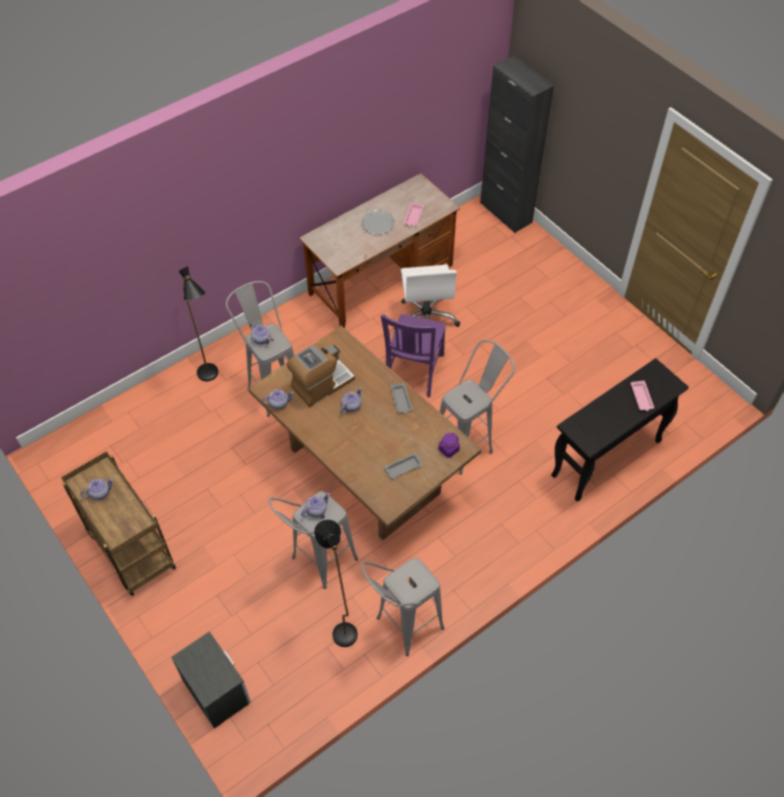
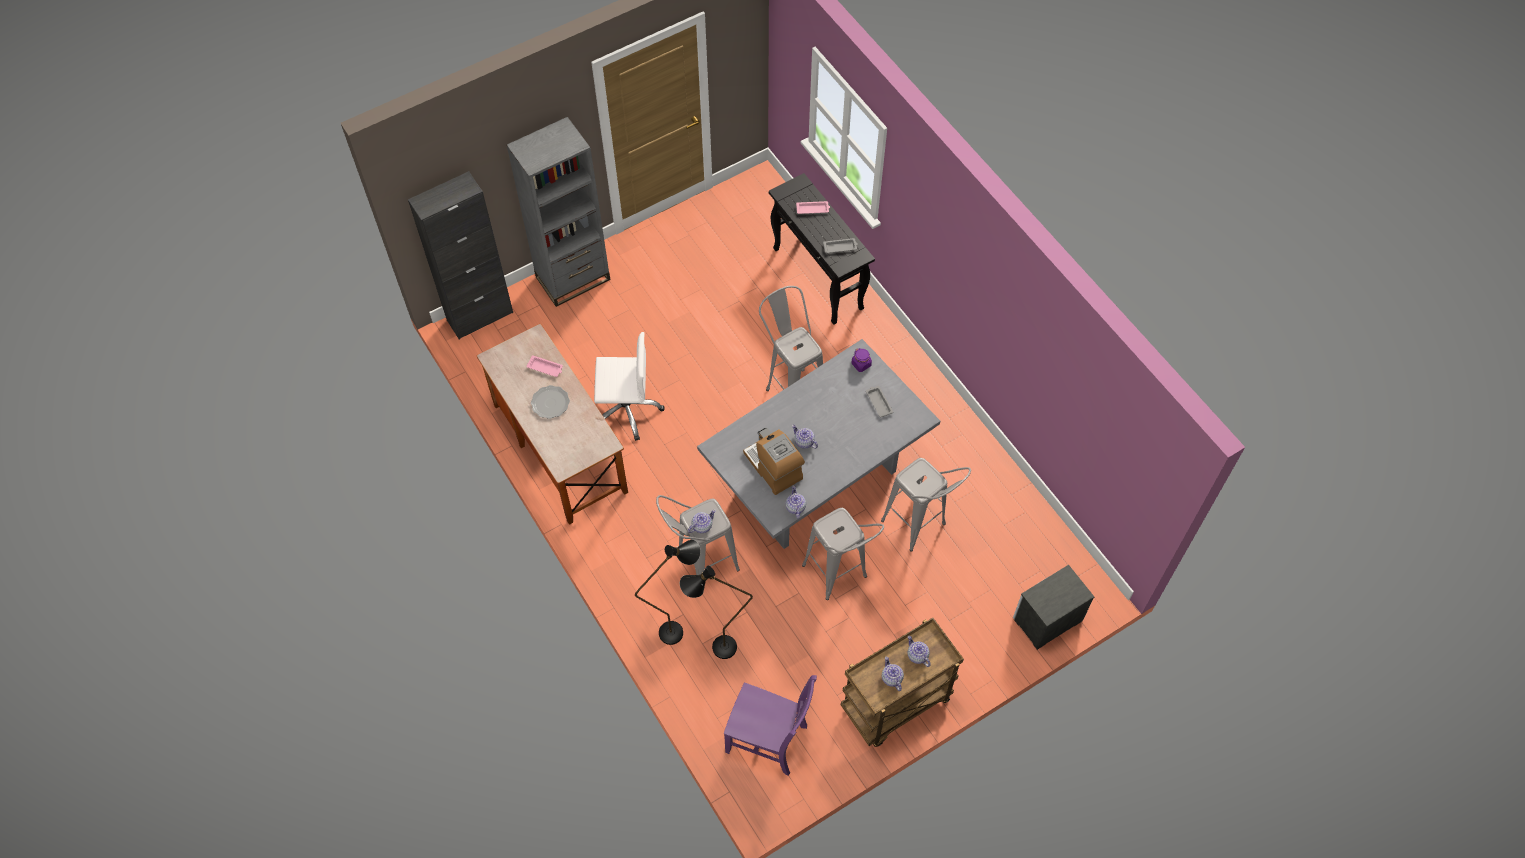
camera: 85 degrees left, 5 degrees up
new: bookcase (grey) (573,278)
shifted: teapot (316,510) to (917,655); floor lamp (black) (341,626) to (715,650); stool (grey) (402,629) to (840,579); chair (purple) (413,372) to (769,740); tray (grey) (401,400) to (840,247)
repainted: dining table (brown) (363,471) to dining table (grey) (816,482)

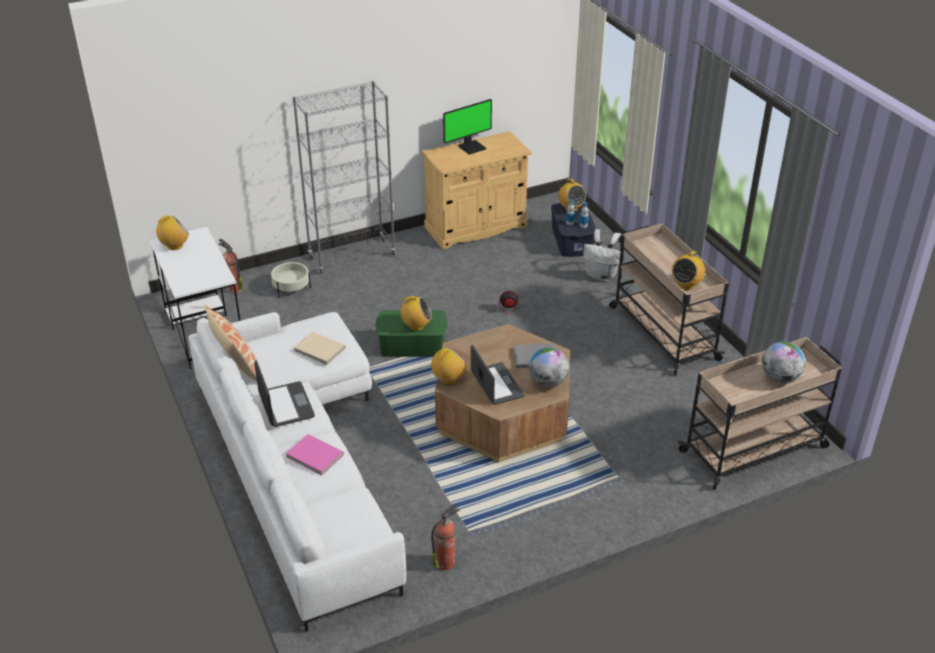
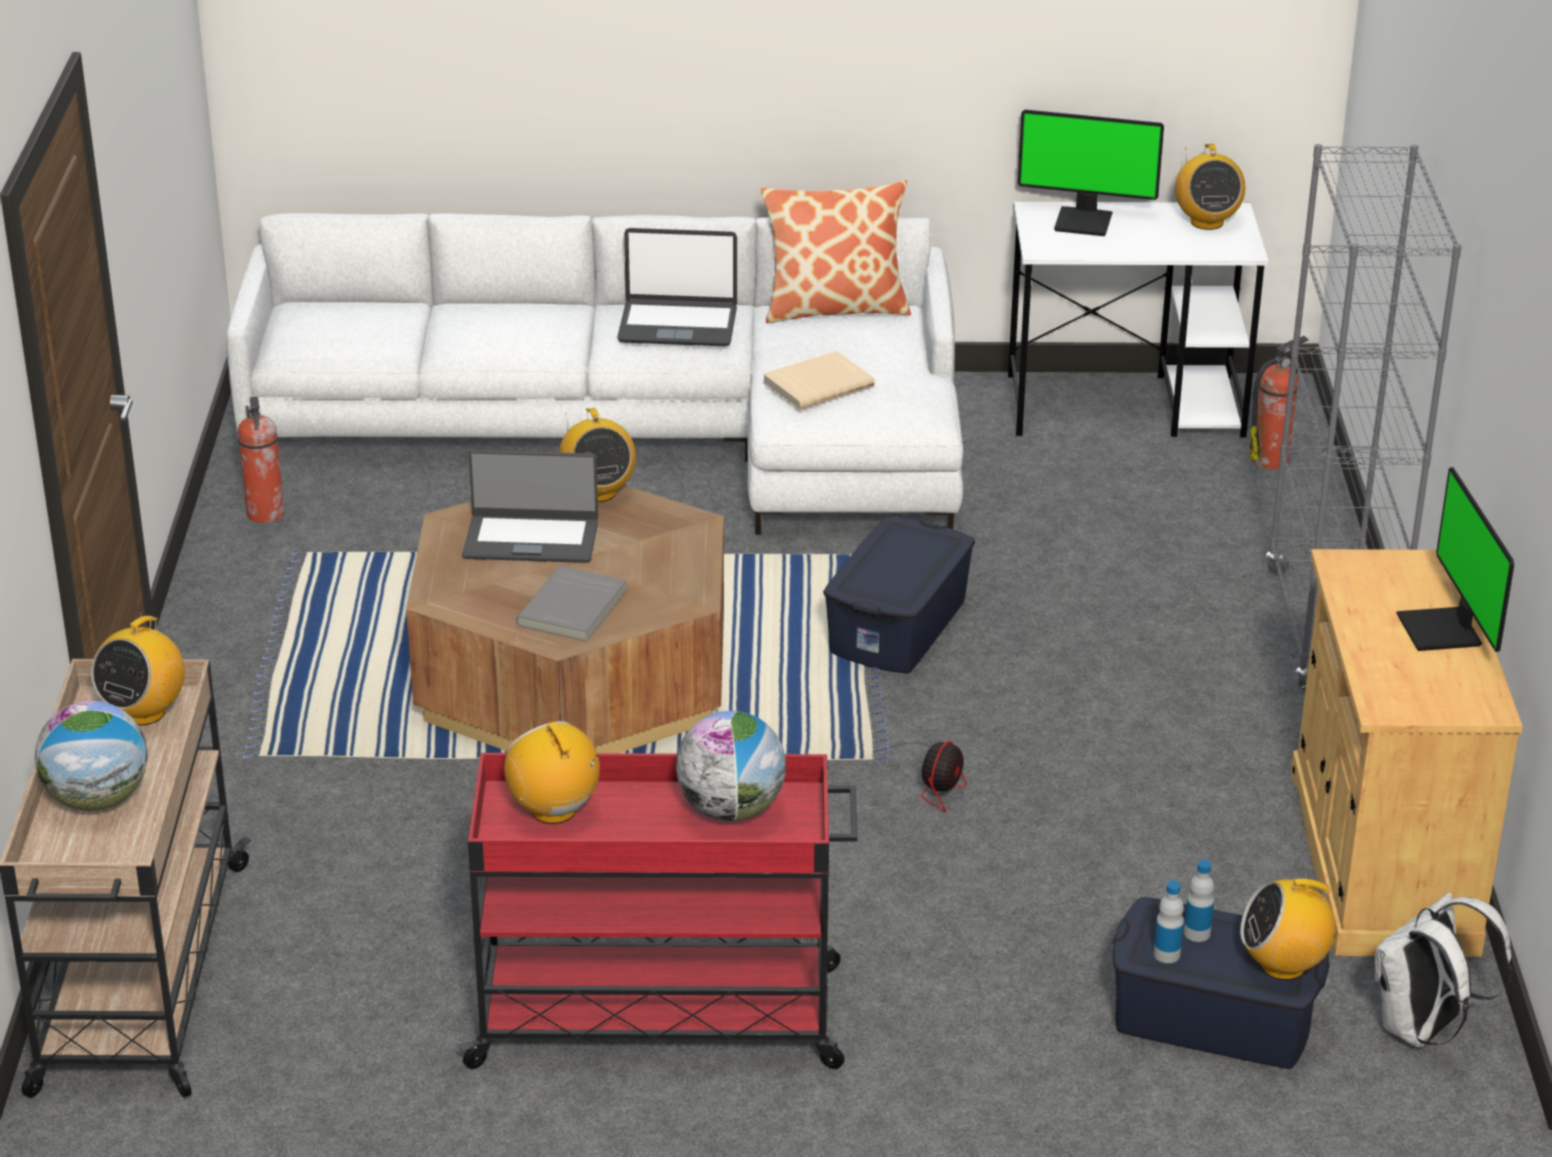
camera: 115 degrees right, 5 degrees down
gone: planter (beige) (291,287); book (pink) (314,456)
new: monitor (1084,221)
shifted: radio (416,326) to (144,712); globe (547,382) to (731,809); backpack (white) (602,276) to (1423,1030)
repainted: storage box (green) (412,345) to storage box (blue) (899,626); cart (beige) (662,332) to cart (red) (661,1017)

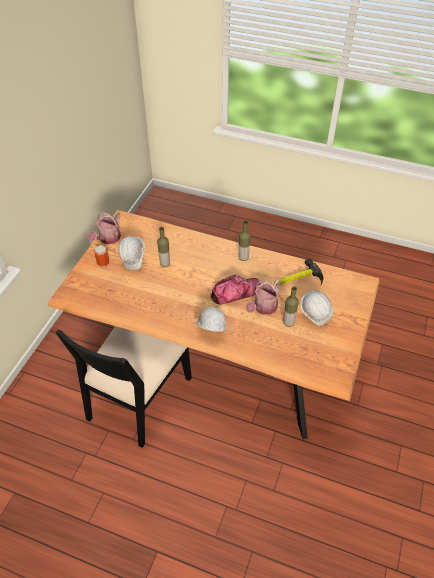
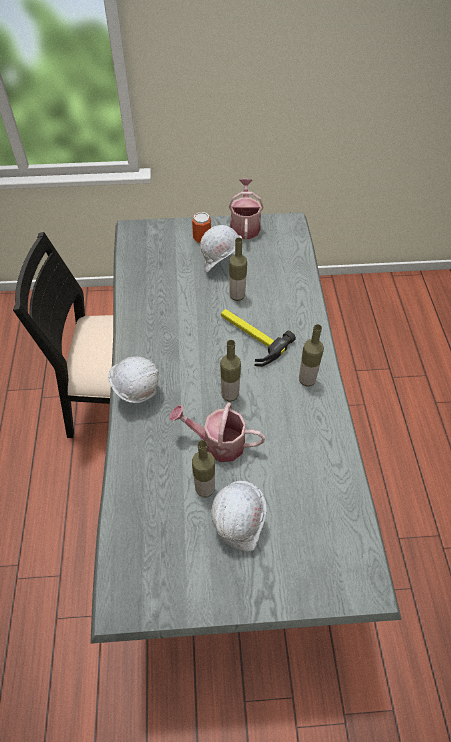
camera: 65 degrees right, 5 degrees up
shifted: hammer (297,280) to (249,337)
swapped: cap (235,292) to bottle (230,395)
repainted: dining table (brown) (216,361) to dining table (grey) (225,465)
rotated: watering can (108,239) = (245,226) 90 degrees clockwise

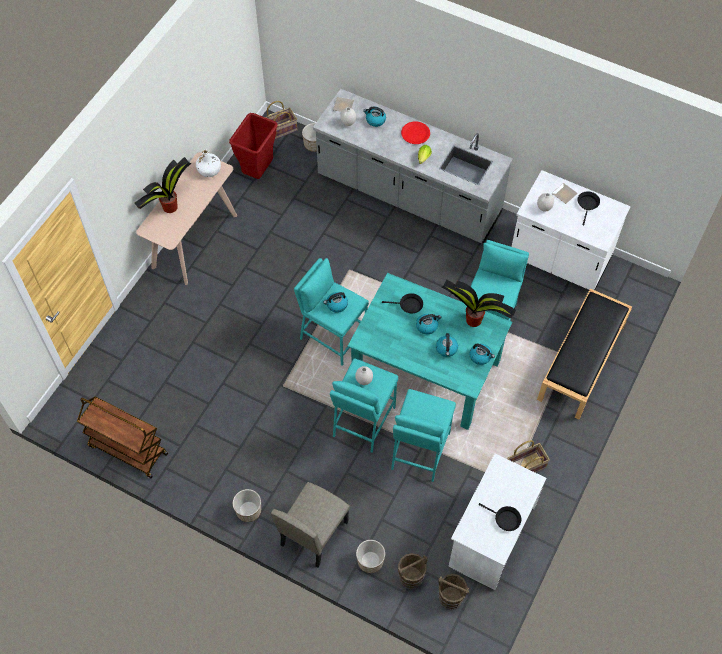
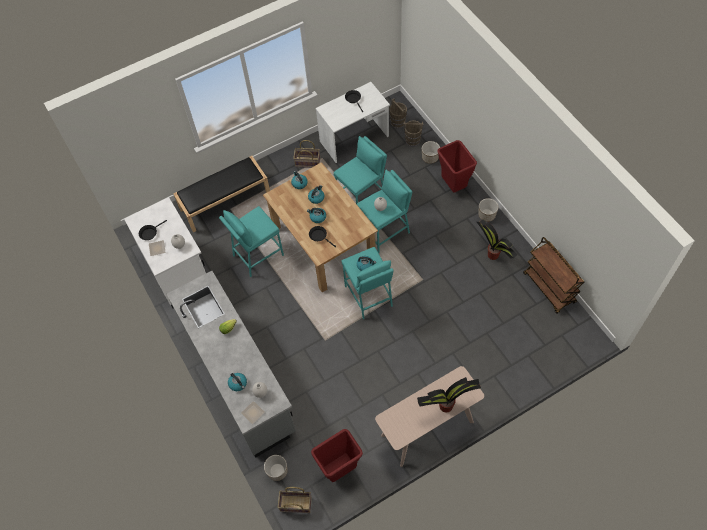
camera: 145 degrees left, 0 degrees up
gone: bottle (white) (209,170); plate (red) (415,133)
shifted: potted plant (474,320) to (492,254)
swapped: chair (beige) (313,533) to trash can (red) (454,186)
repainted: dining table (turquoise) (427,370) to dining table (brown) (322,243)

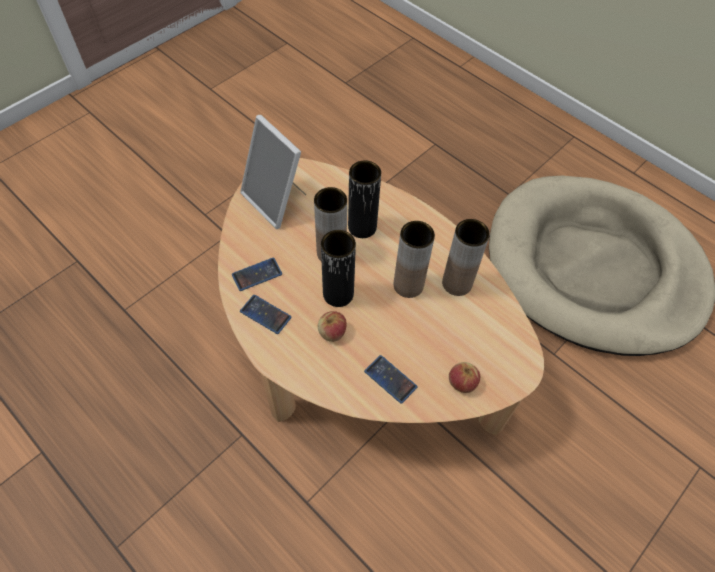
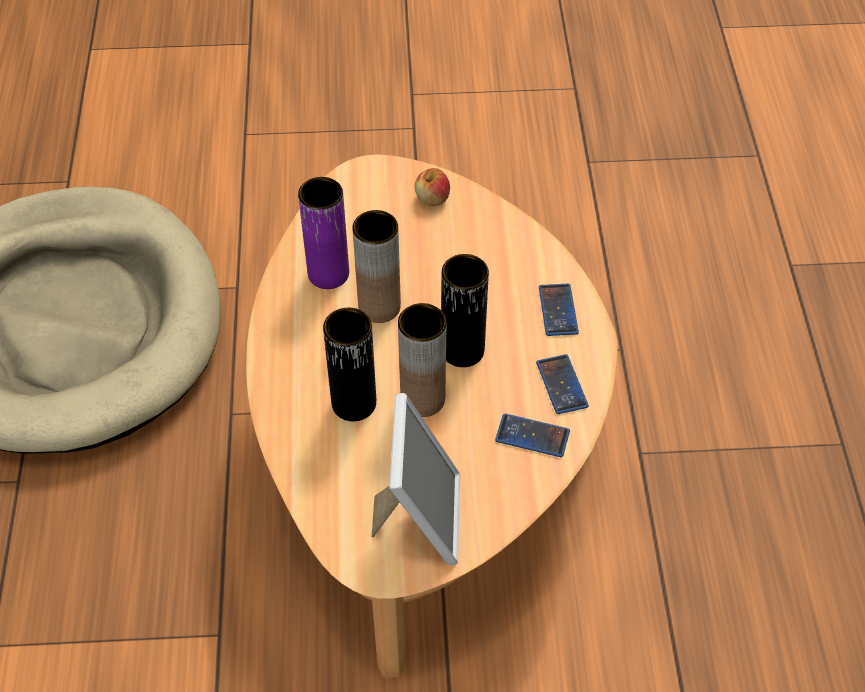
camera: 135 degrees left, 5 degrees down
gone: apple (332,332)
shifted: phone (390,379) to (558,310)
repainted: vase (brown) (457,283) to vase (purple) (328,274)

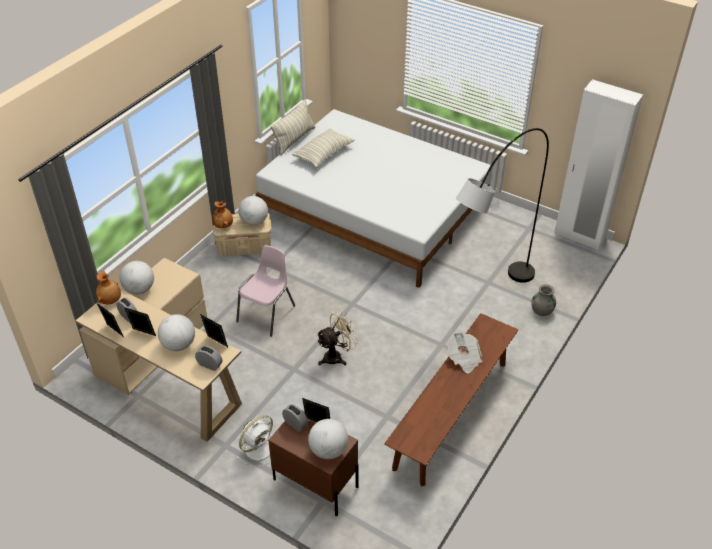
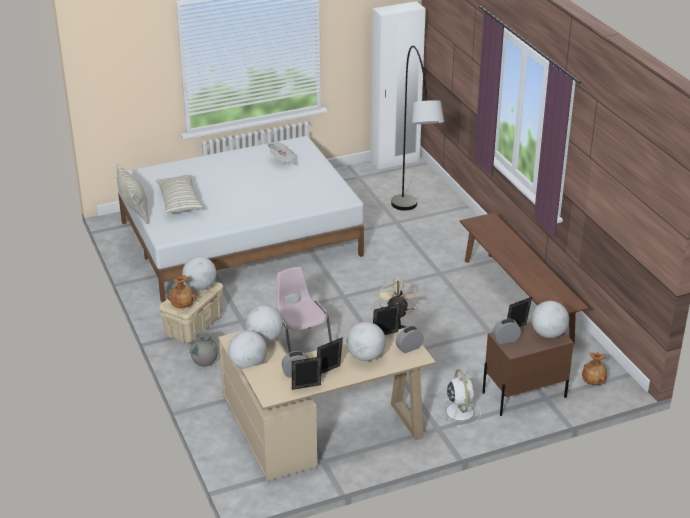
camera: 55 degrees left, 10 degrees down
new: globe (265,339)
shifted: vase (brown) (110,300) to (593,382); newspaper (464,359) to (284,161); vase (grey) (541,311) to (205,361)

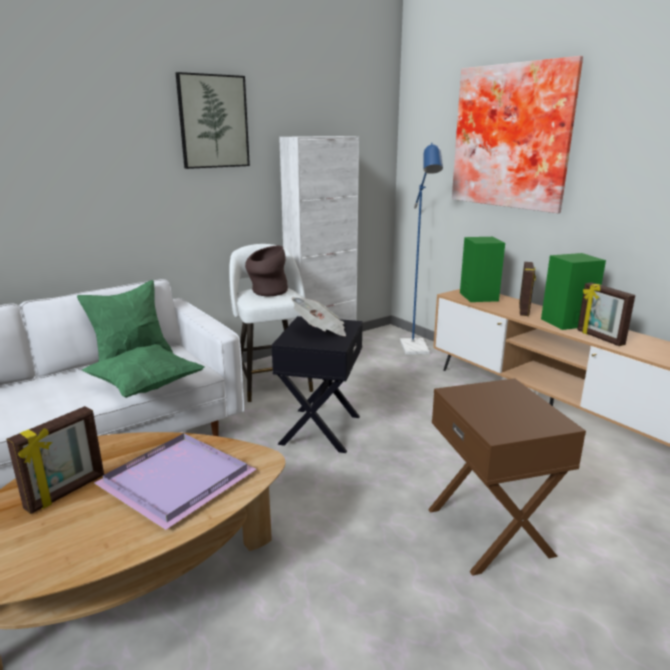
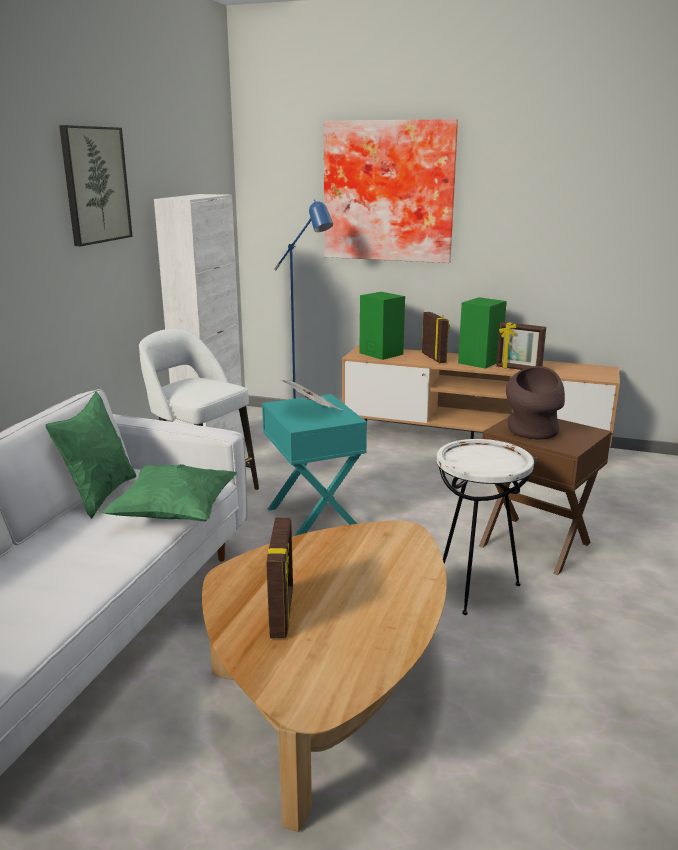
camera: 35 degrees left, 0 degrees up
gone: tray (purple) (177,478)
new: side table (white) (474,588)
shifted: vase (brown) (266,292) to (532,433)
repainted: side table (black) (319,429) to side table (turquoise) (312,519)

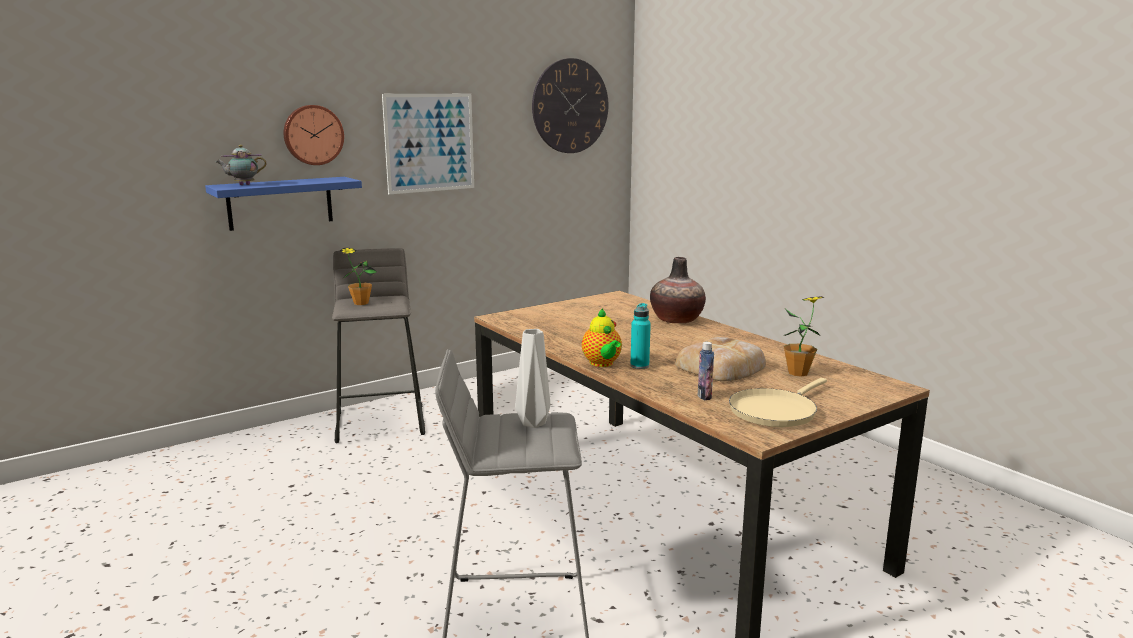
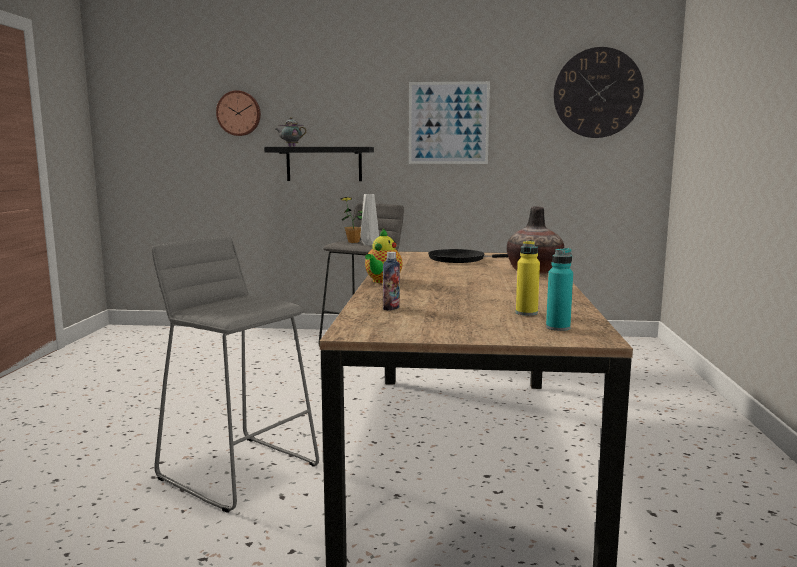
camera: 40 degrees right, 5 degrees down
gone: bread (722,367); frying pan (beige) (775,411)
new: frying pan (black) (461,260)
shifted: wall clock (313,135) to (239,113); vase (grey) (532,423) to (369,244); bottle (turquoise) (639,365) to (558,328)
swapped: potted plant (798,373) to bottle (yellow) (526,313)
repainted: shelf (blue) (280,203) to shelf (black) (324,164)

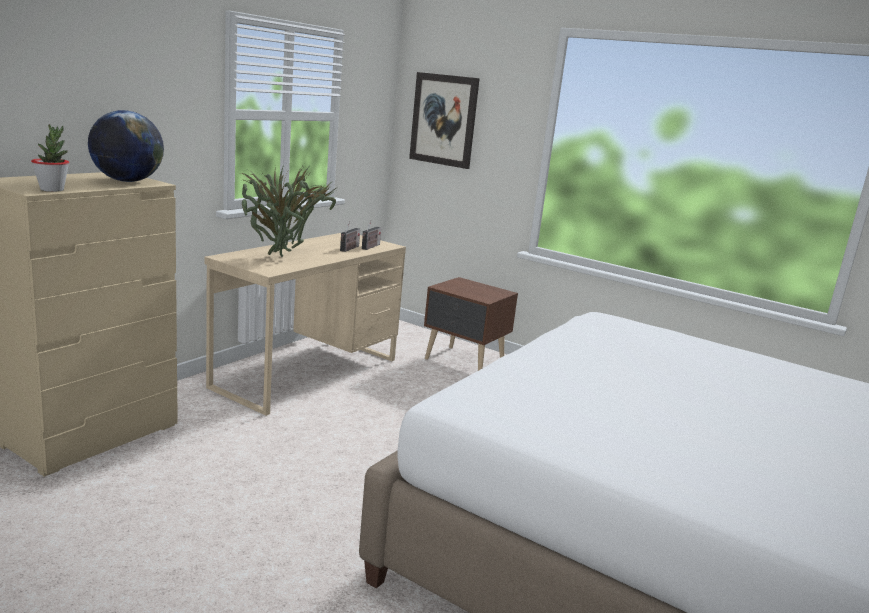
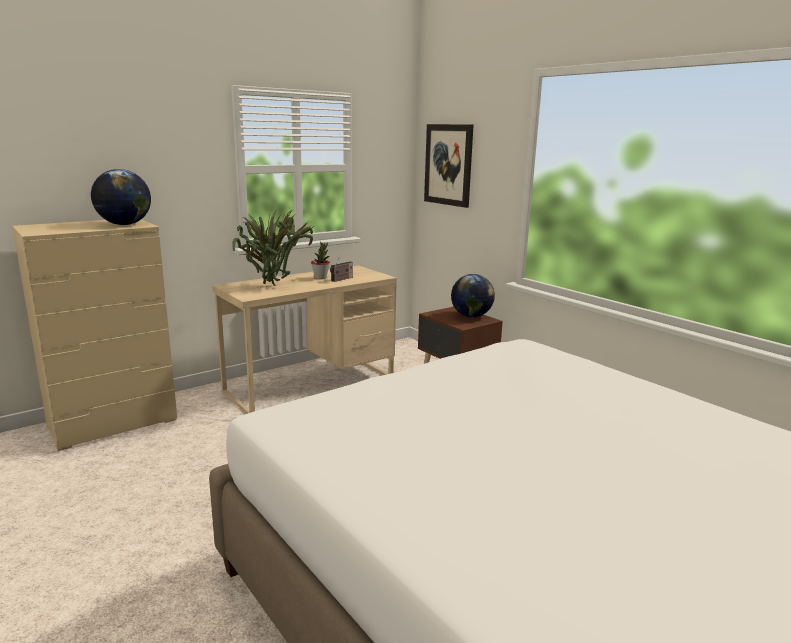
camera: 20 degrees right, 0 degrees up
gone: radio (370,247)
new: globe (471,316)
shifted: potted plant (52,190) to (320,277)

